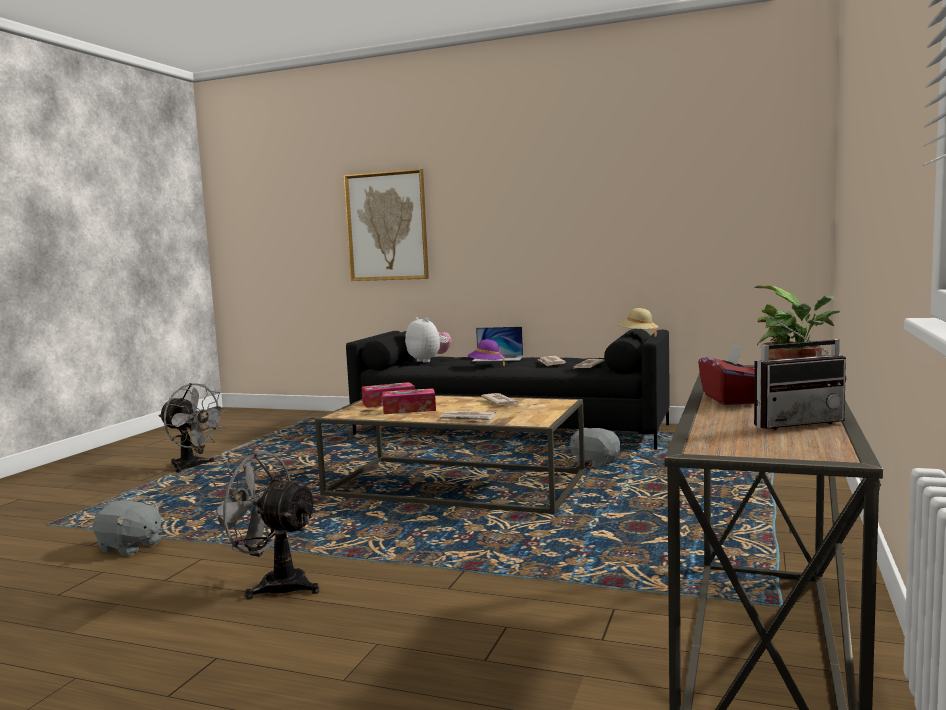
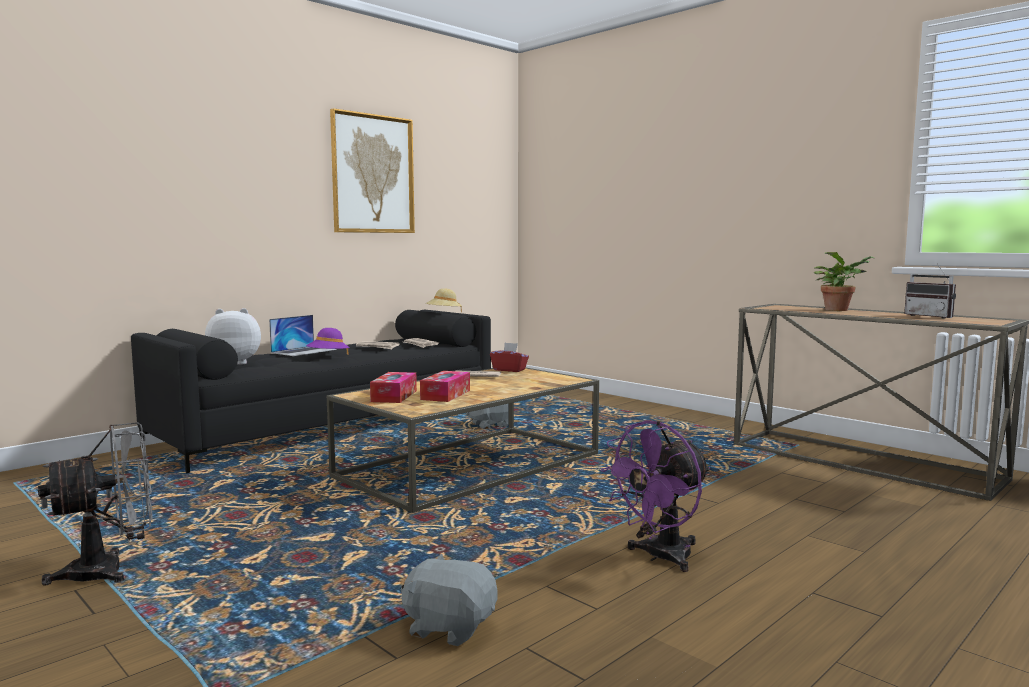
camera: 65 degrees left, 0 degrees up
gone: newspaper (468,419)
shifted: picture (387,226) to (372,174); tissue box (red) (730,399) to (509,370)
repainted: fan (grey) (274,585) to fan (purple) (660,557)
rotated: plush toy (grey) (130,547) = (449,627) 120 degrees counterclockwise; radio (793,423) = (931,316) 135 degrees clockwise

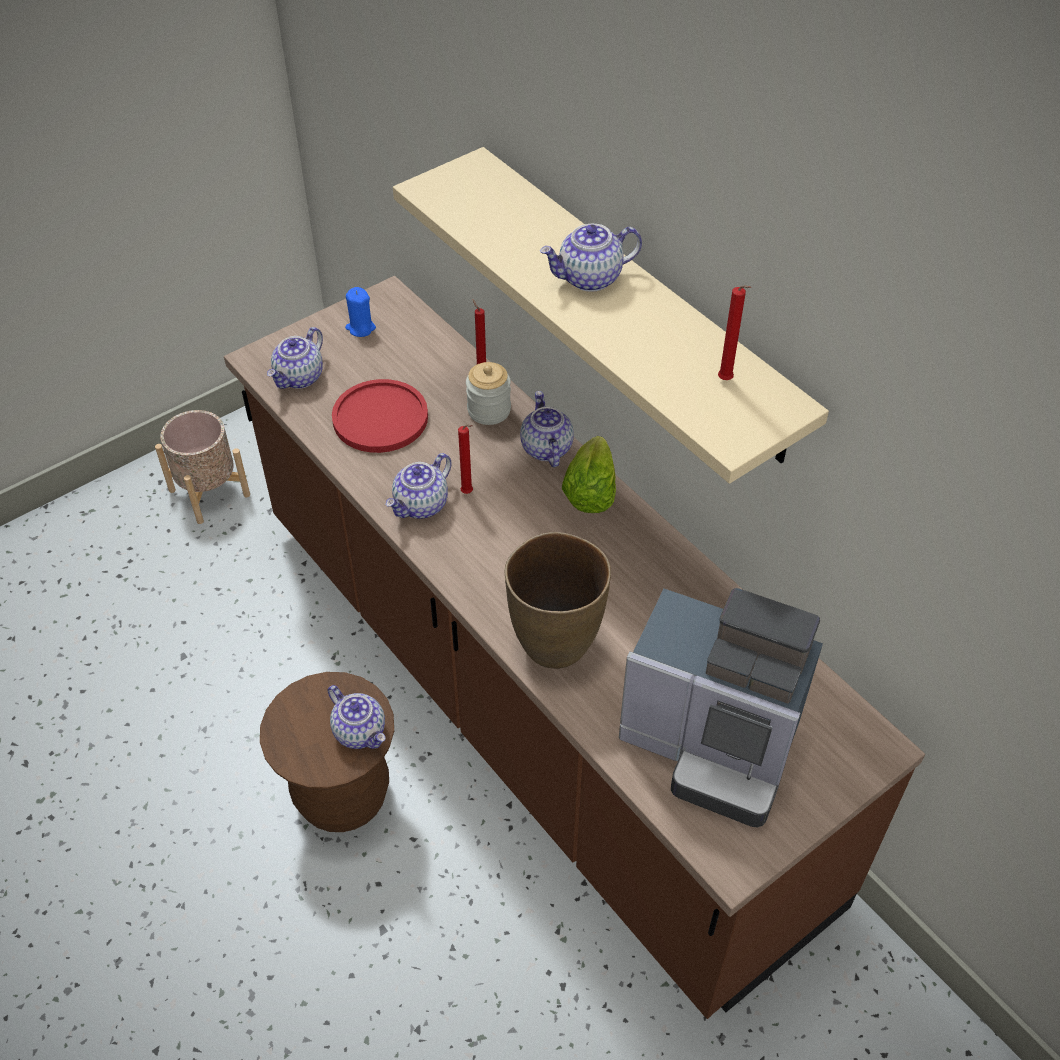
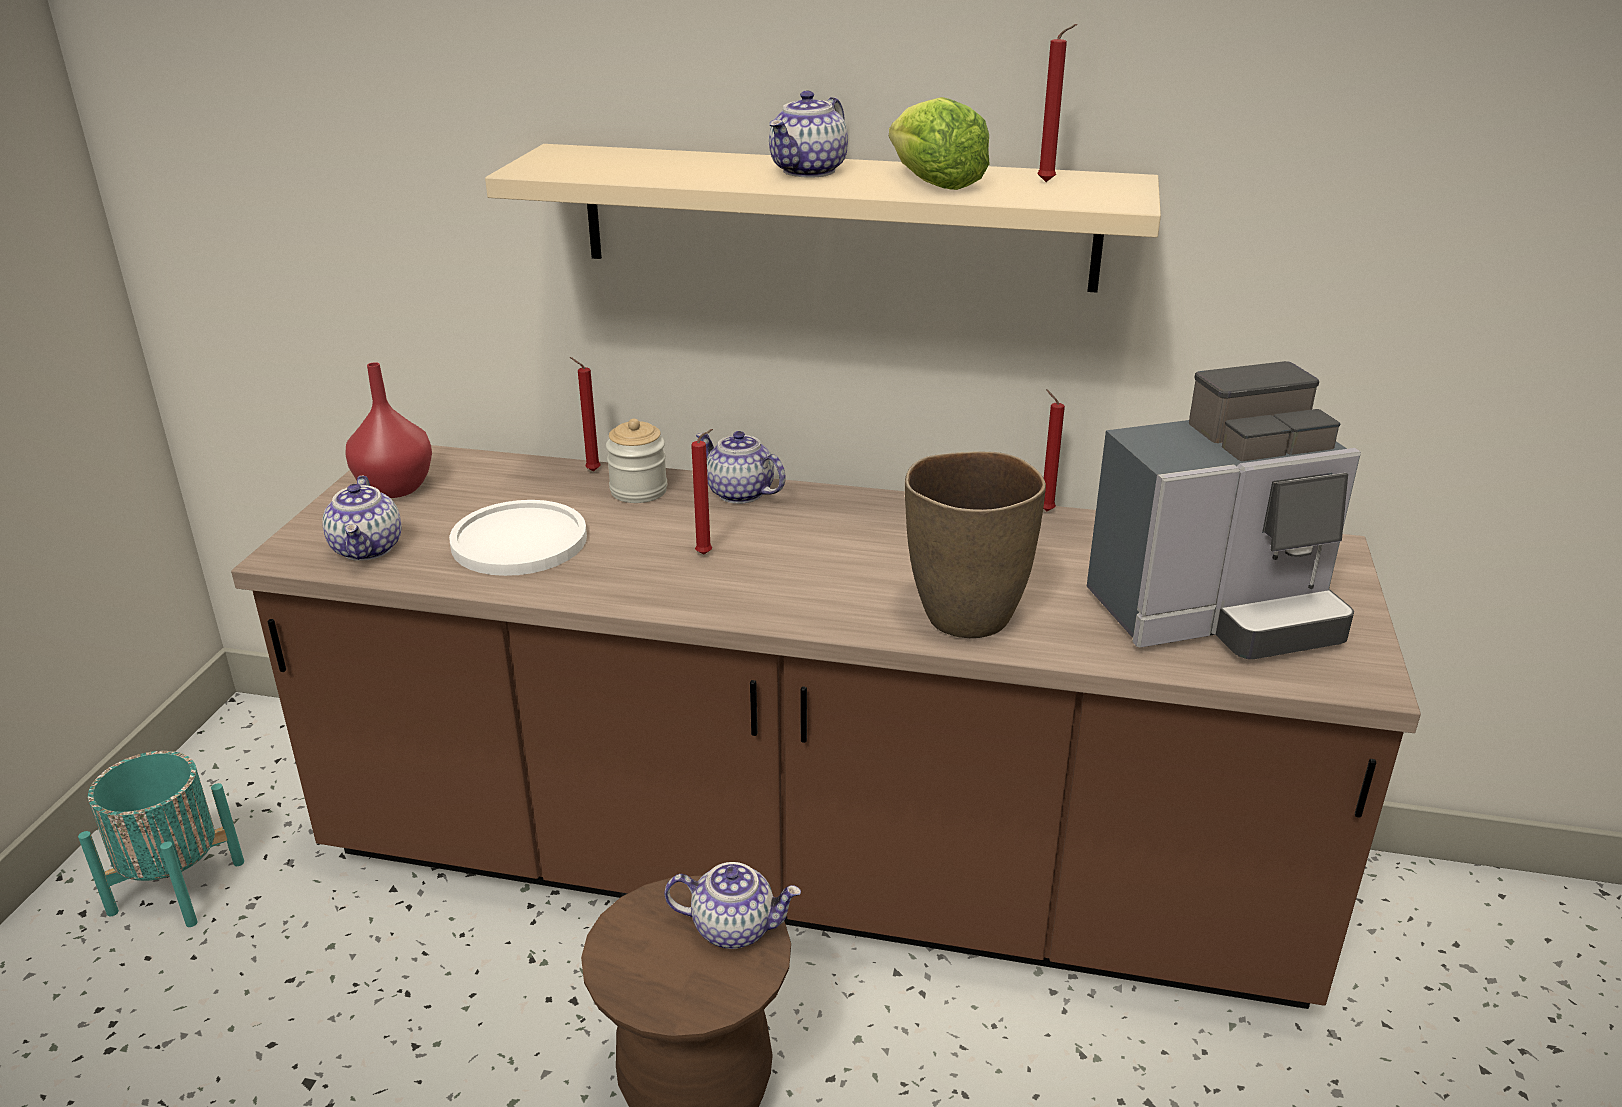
camera: 40 degrees left, 20 degrees down
gone: teapot (421,505)
new: candle (red) (1044,510)
shifted: lettuce (590,492) to (933,183)
swapped: candle (blue) (360,328) to vase (red) (396,487)
repainted: planter (beige) (209,492) to planter (turquoise) (176,887); plate (red) (380,418) to plate (white) (519,541)

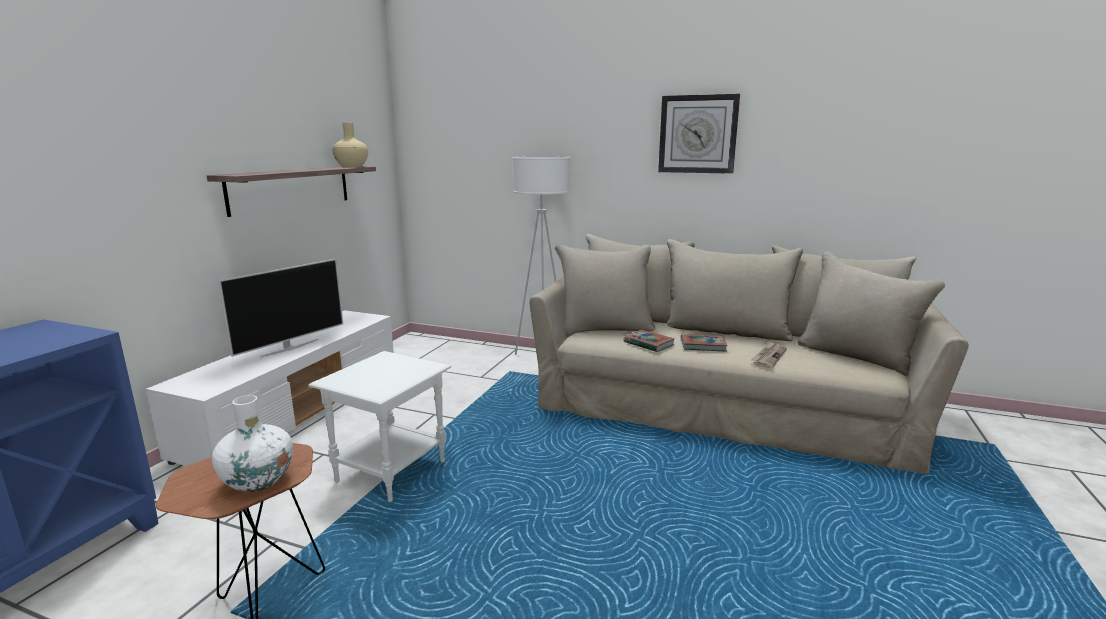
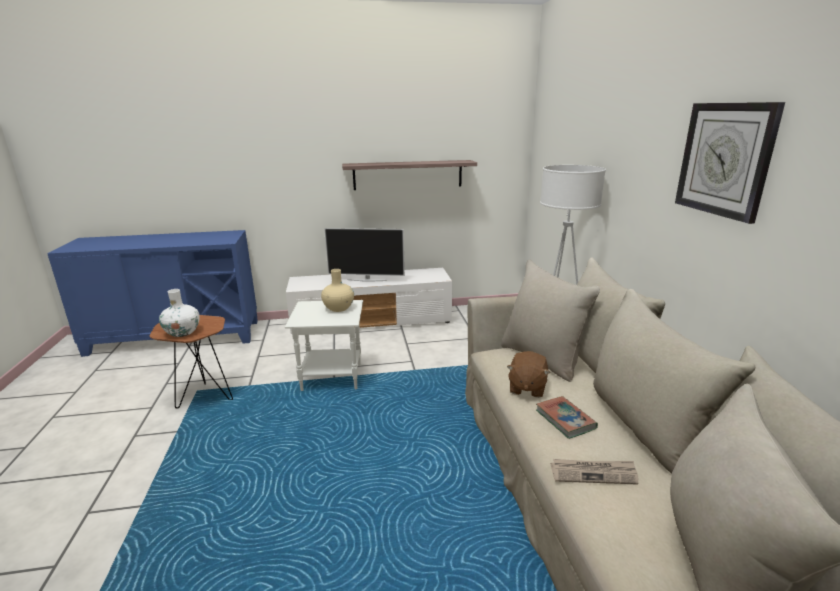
camera: 60 degrees right, 5 degrees up
shifted: vase (beige) (351,166) to (338,308)
swapped: book (648,344) to plush toy (brown) (526,388)

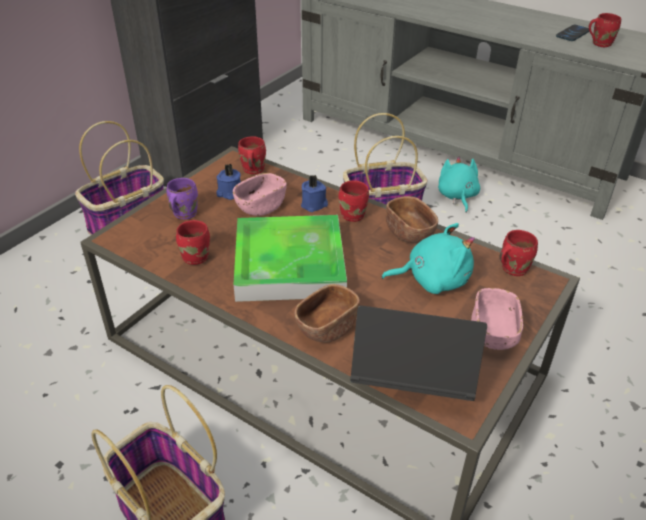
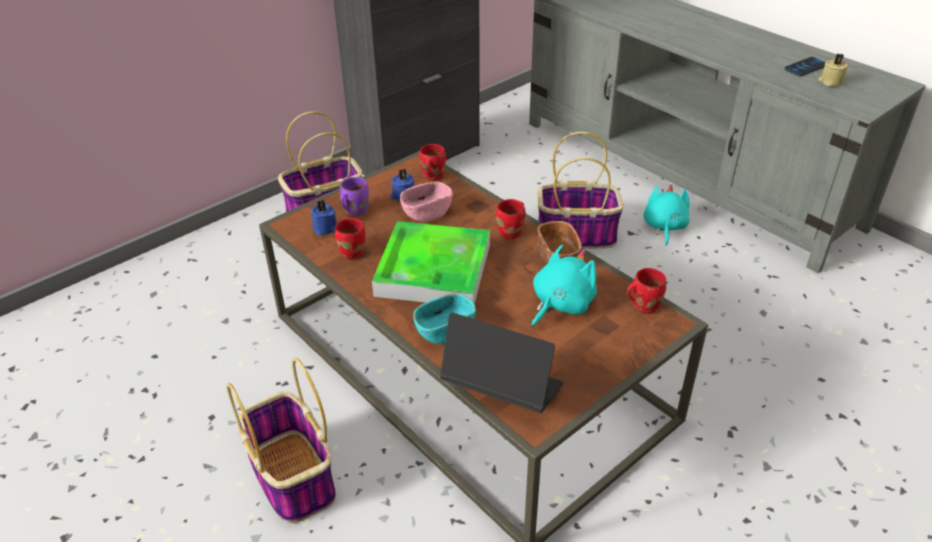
camera: 15 degrees right, 0 degrees up
gone: bowl (pink) (493,333)
shifted: candle (blue) (314,205) to (326,228)
swapped: mug (red) (600,43) to candle (beige) (830,82)
repainted: bowl (brown) (326,327) to bowl (turquoise) (445,331)
rotated: plush toy (turquoise) (432,279) = (560,304) 60 degrees counterclockwise

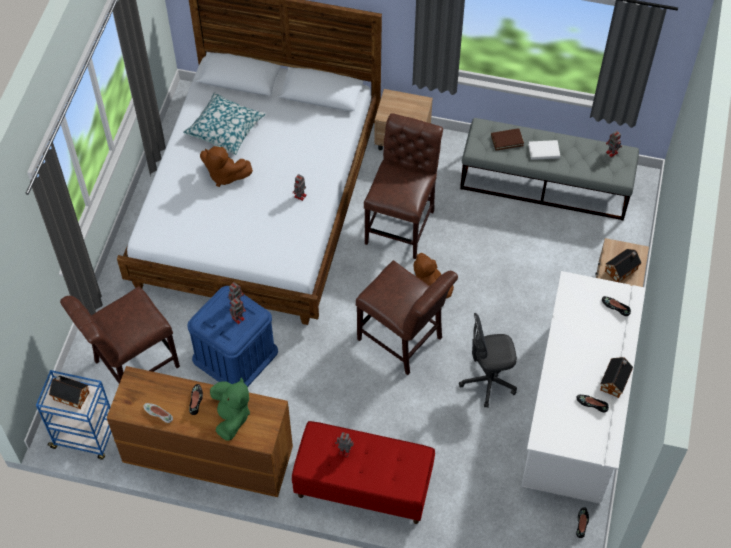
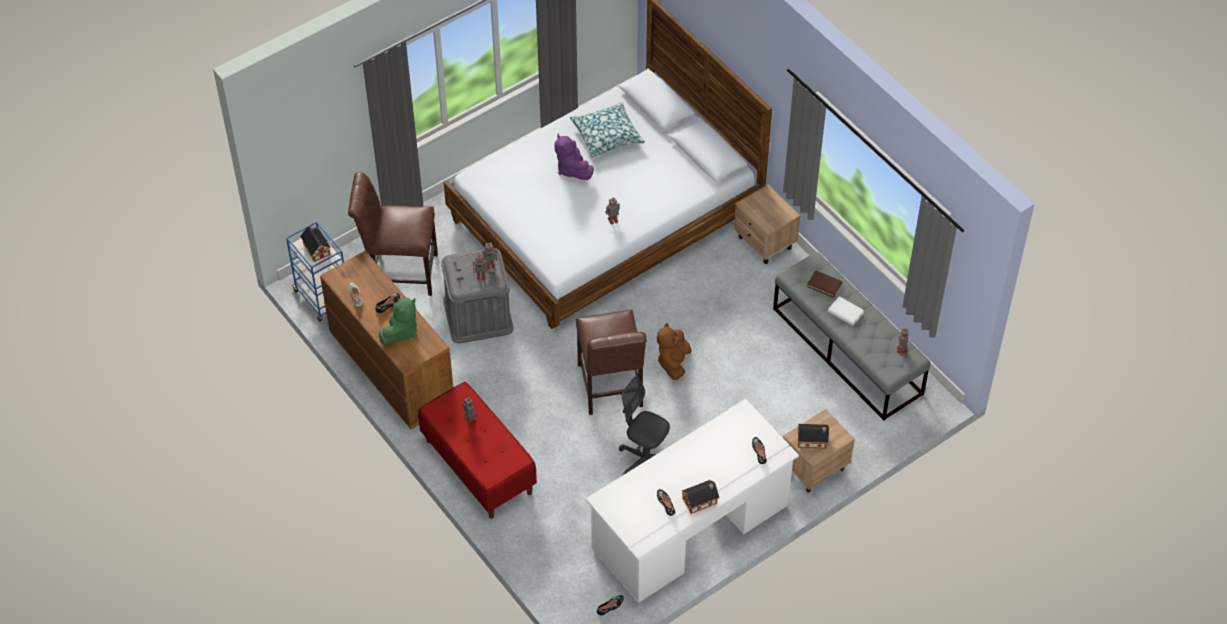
camera: 40 degrees right, 5 degrees down
gone: chair (brown) (402,223)
repainted: storage box (blue) (235,355) to storage box (grey) (478,314); plush toy (brown) (224,175) to plush toy (purple) (572,169)

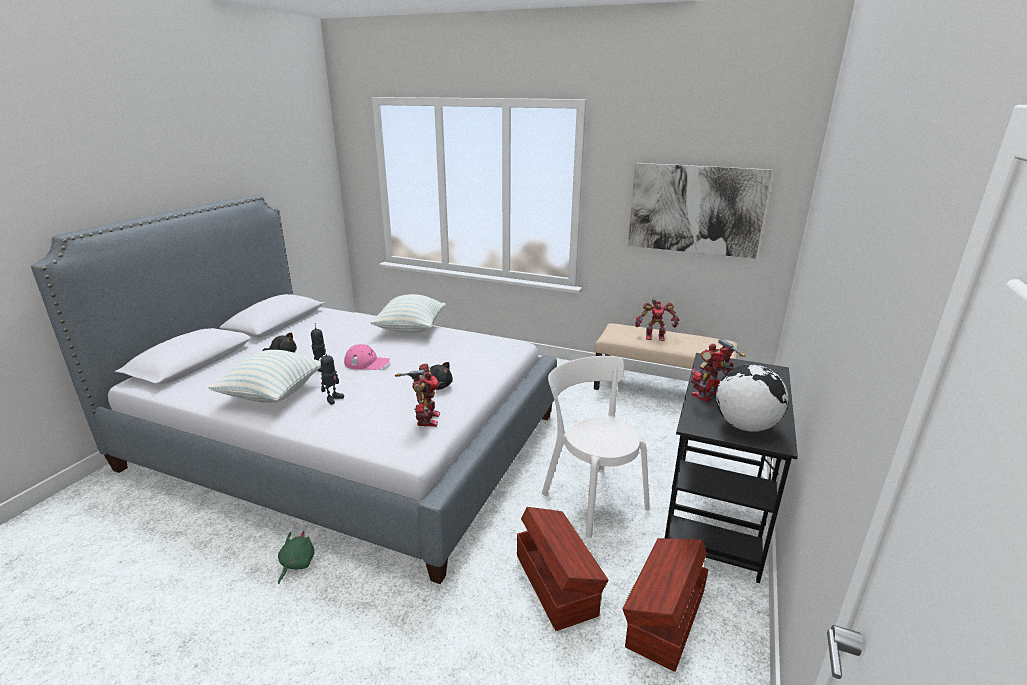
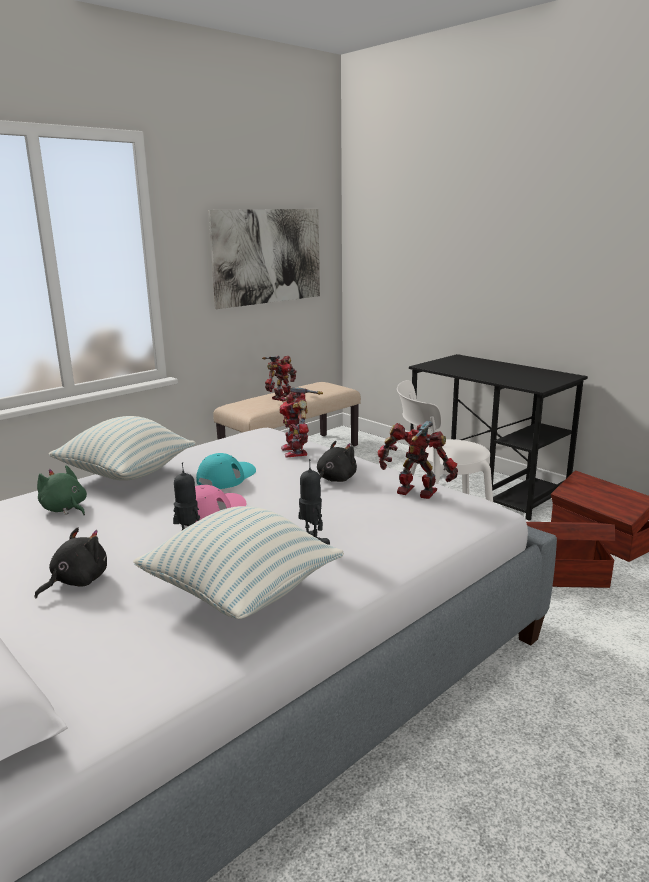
camera: 65 degrees left, 5 degrees down
gone: globe (745,426)
new: cap (turquoise) (226,477)
shifted: plush toy (green) (296,564) to (65,509); toy robot (709,395) to (296,451)

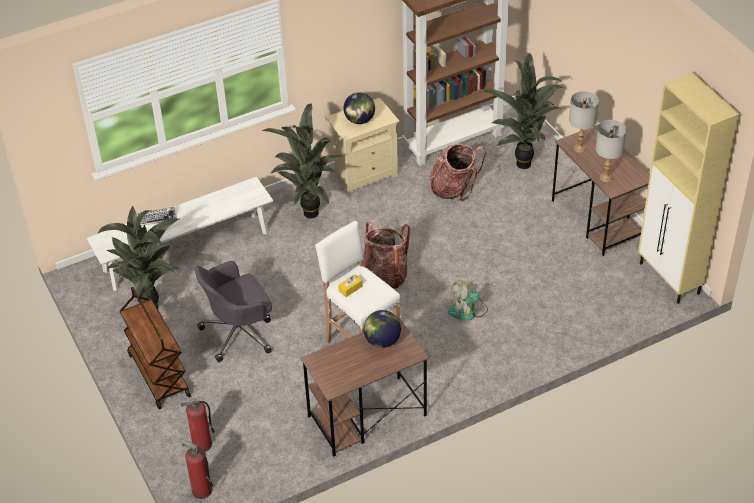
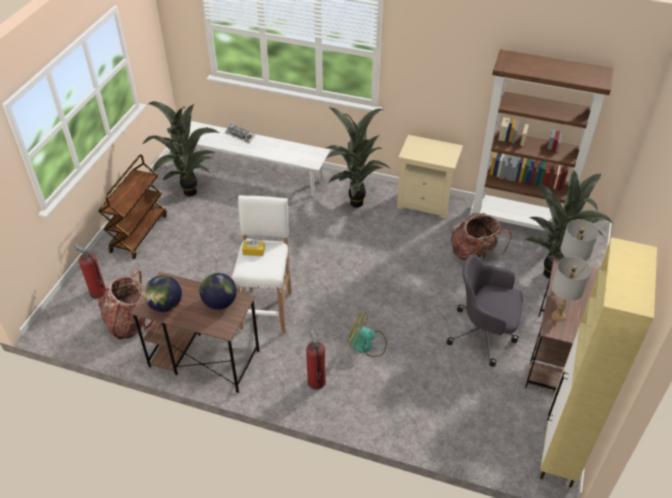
camera: 45 degrees right, 0 degrees up
shifted: fire extinguisher (201,490) to (316,381); office chair (grey) (239,333) to (484,334); globe (359,120) to (165,305); backpack (384,275) to (130,322)

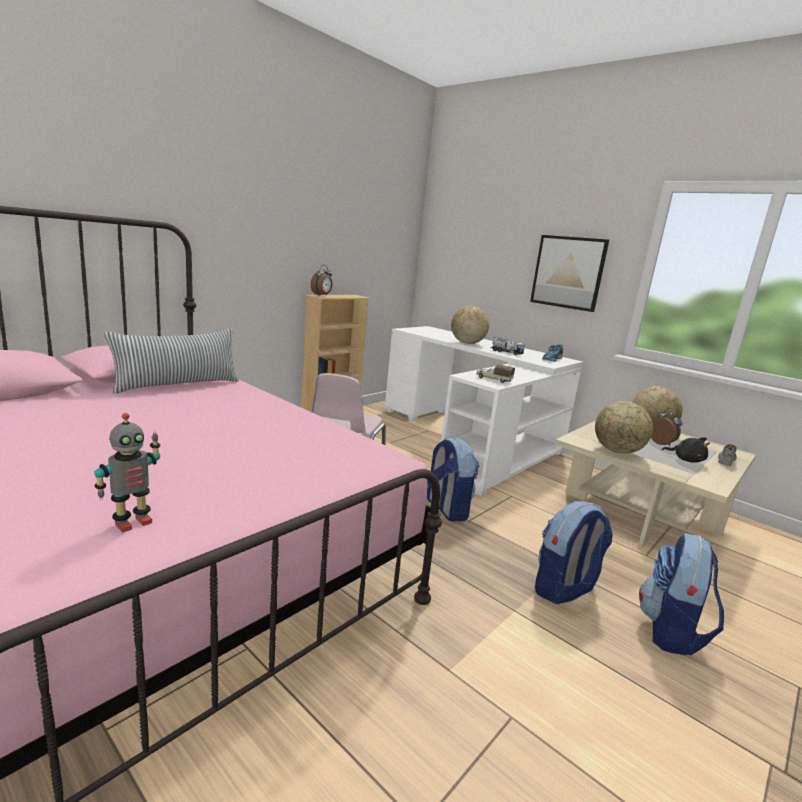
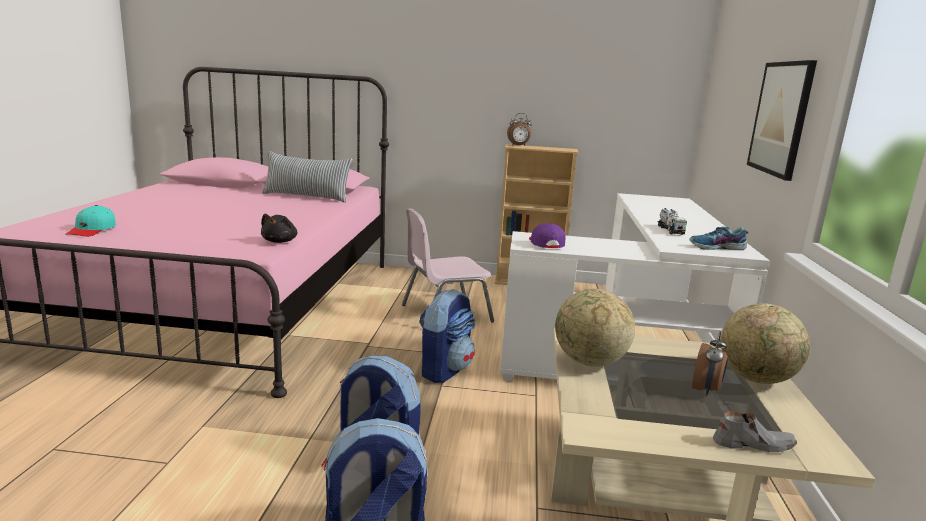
camera: 55 degrees right, 0 degrees up
gone: globe (467,343)
shifted: plush toy (black) (686,460) to (280,241)
swapped: toy robot (132,522) to cap (turquoise) (92,230); toy truck (493,379) to cap (purple) (545,243)

